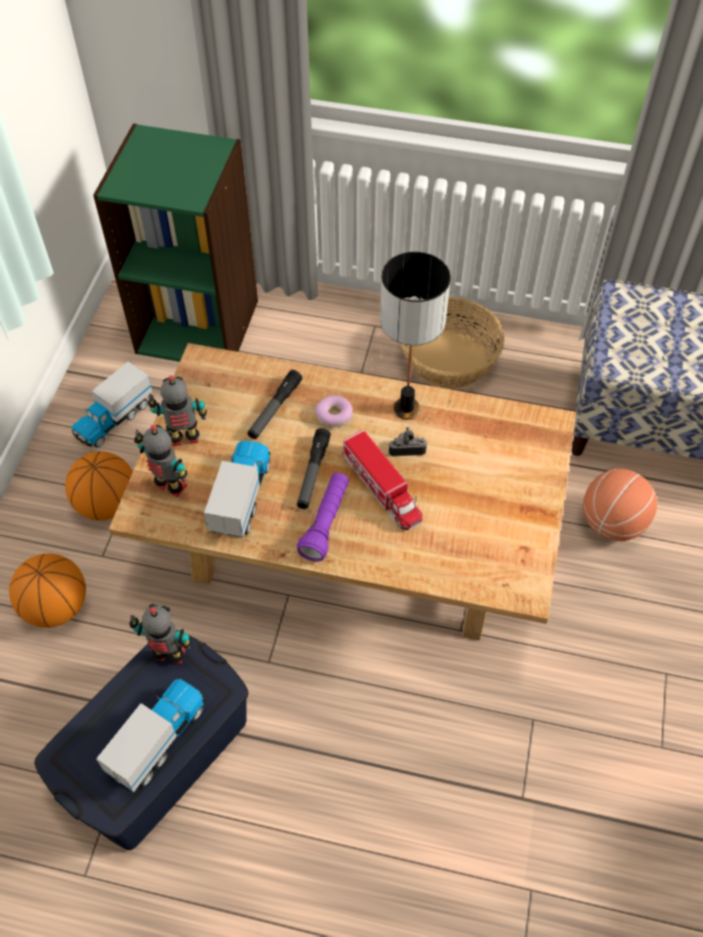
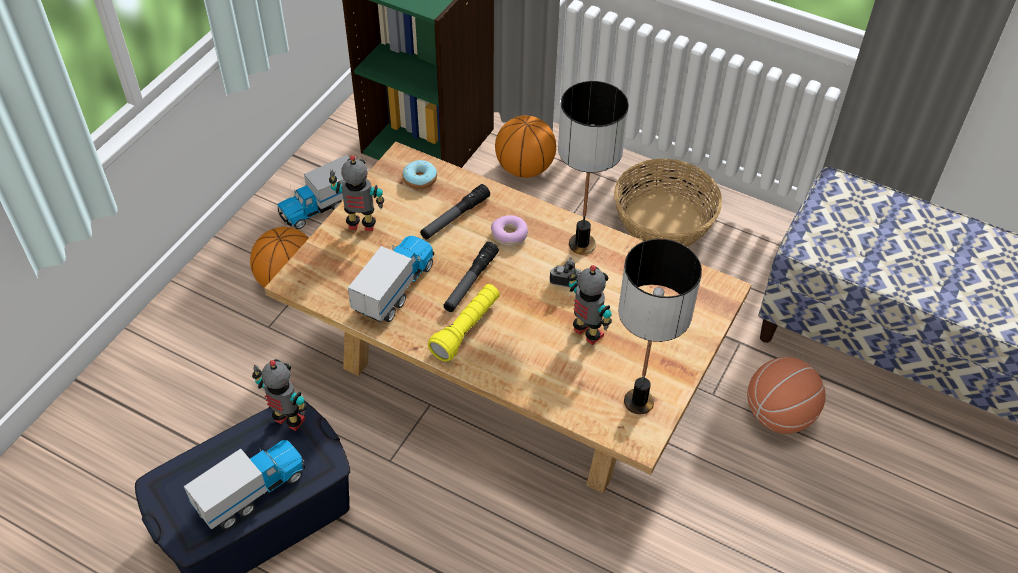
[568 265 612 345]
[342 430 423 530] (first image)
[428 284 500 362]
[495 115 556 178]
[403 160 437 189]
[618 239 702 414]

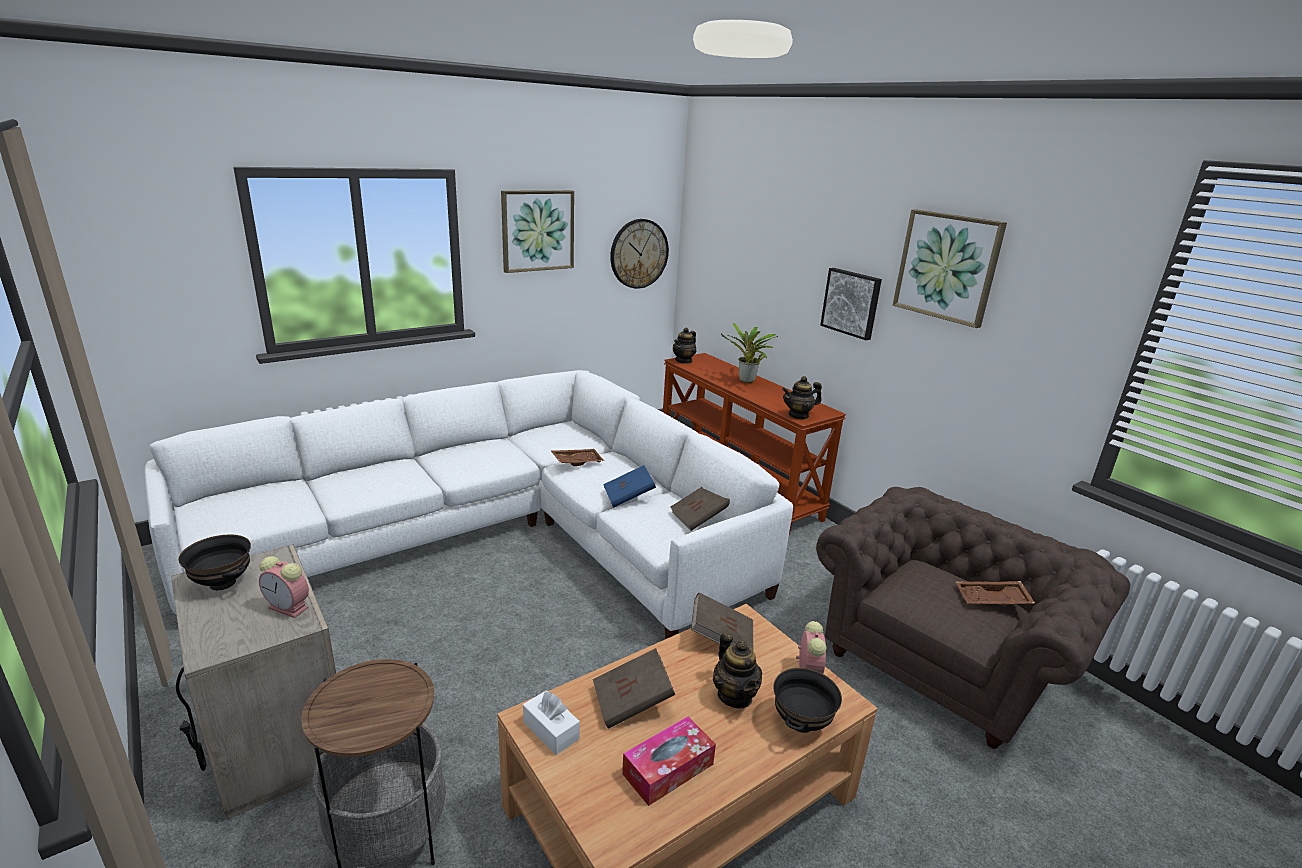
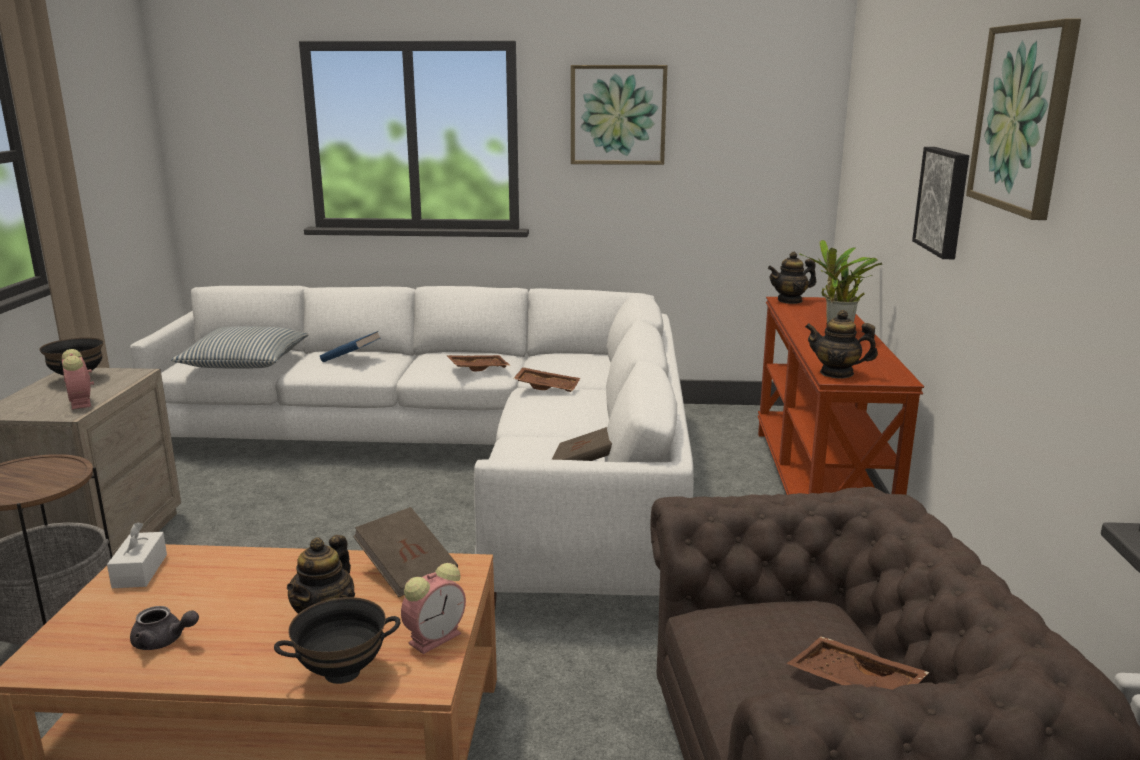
[610 219 669 289] (first image)
[320 331 380 362]
[593 648 675 729] (first image)
[130 606 199 650]
[171 326 309 369]
[446 355 510 371]

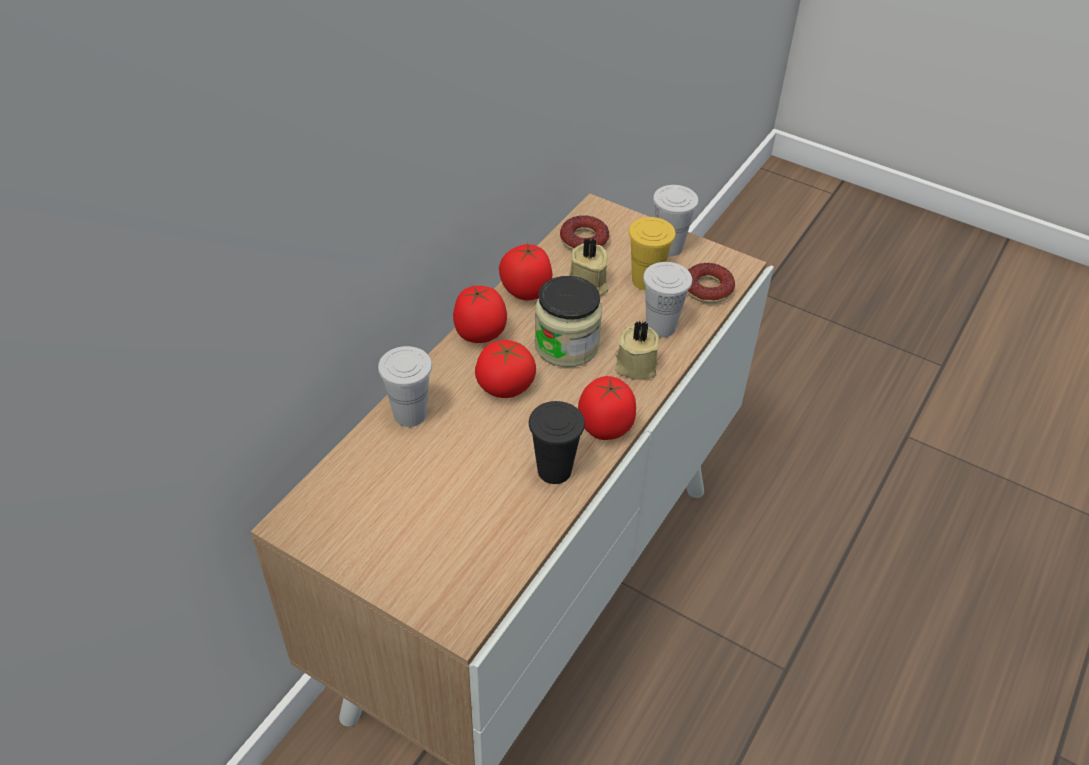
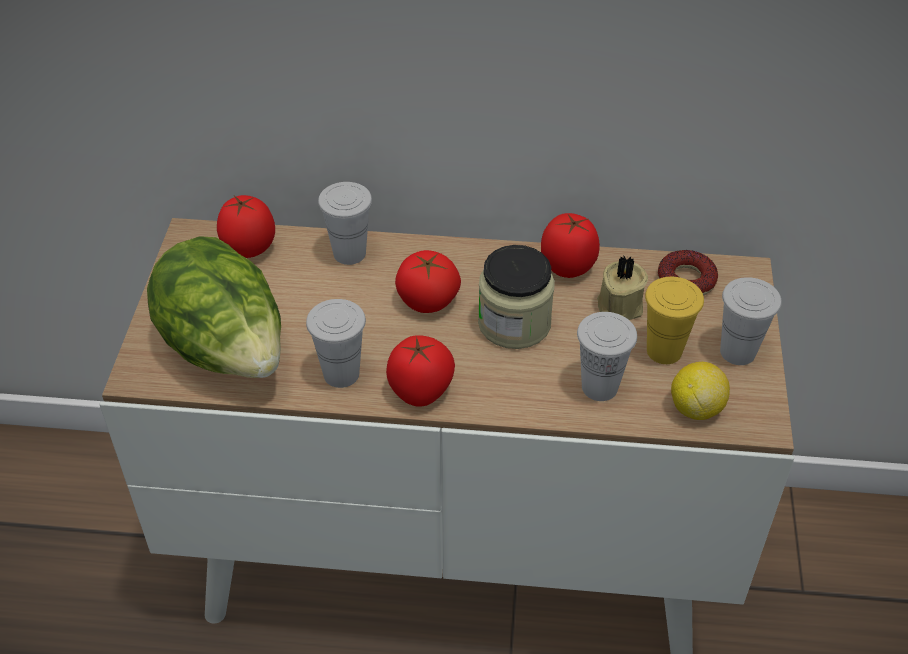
[671 362 730 420]
[217 195 275 258]
[615 320 659 380] (first image)
[306 299 366 388]
[147 236 281 378]

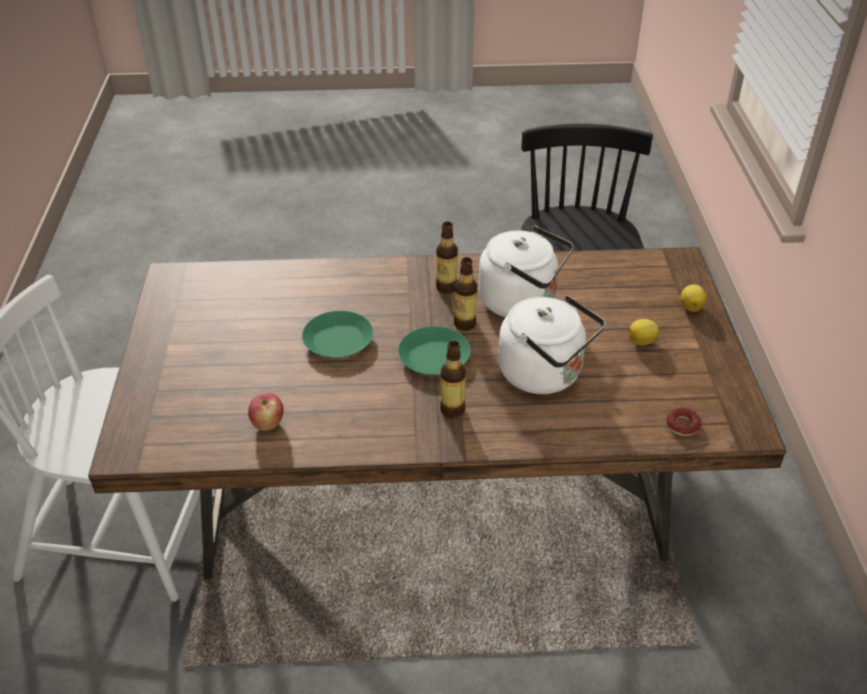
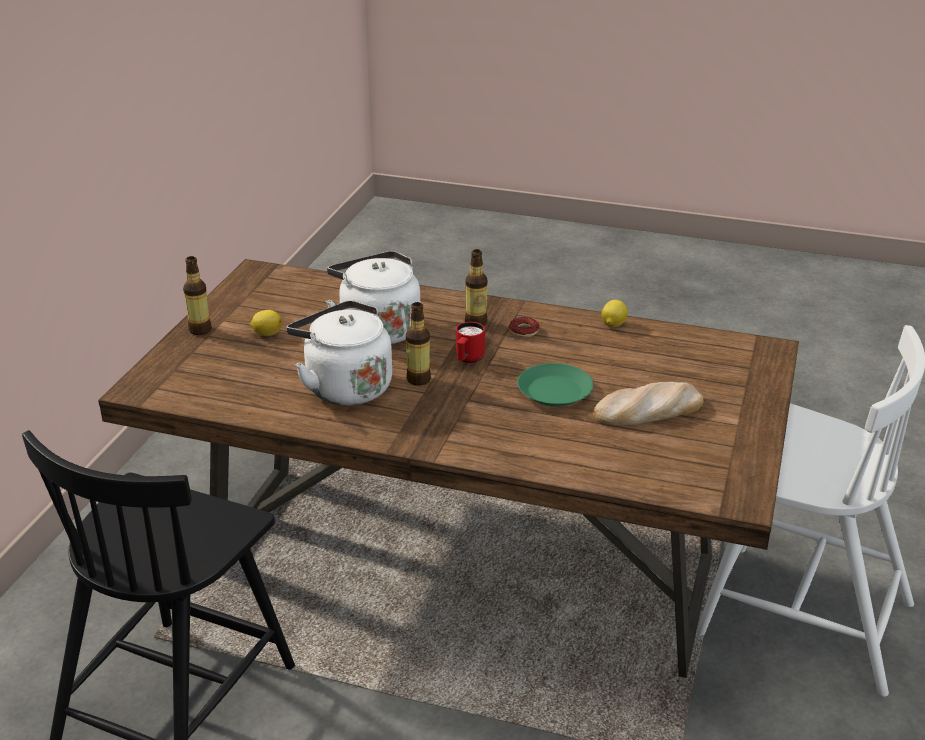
[183 256 212 335]
[601 300 628 327]
[456 322 485 363]
[248 393 284 431] (first image)
[509 317 540 337]
[594 382 704 426]

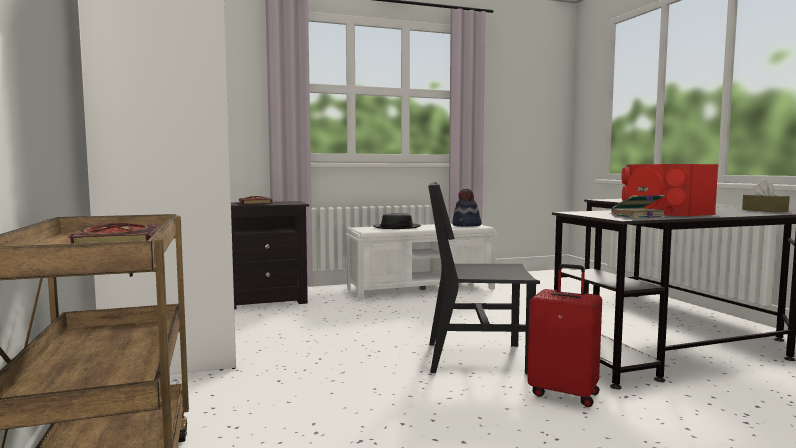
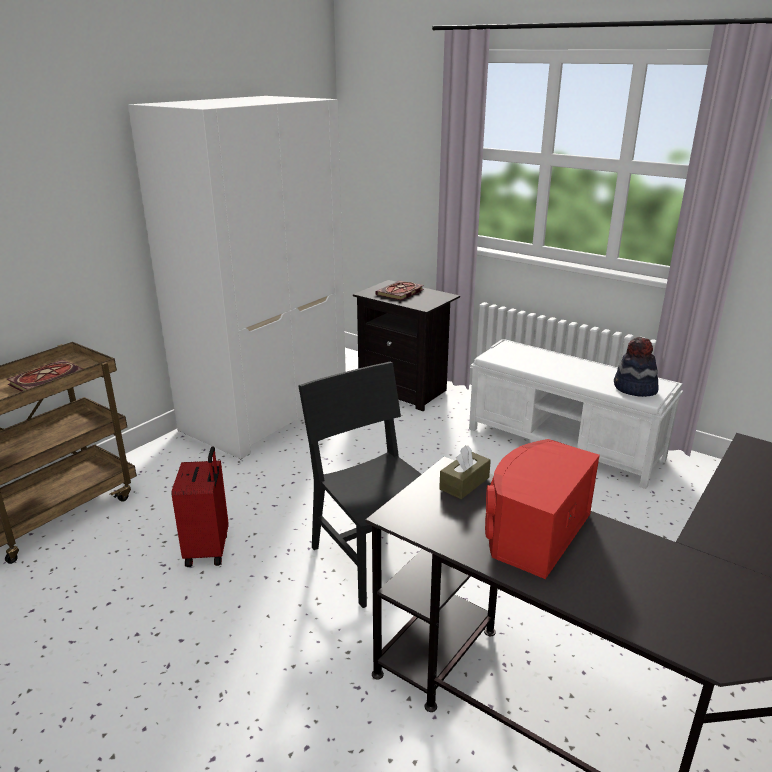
[439 445 491 499]
[609 195 666 218] (first image)
[373 213 421 229] (first image)
[172 447 229 567]

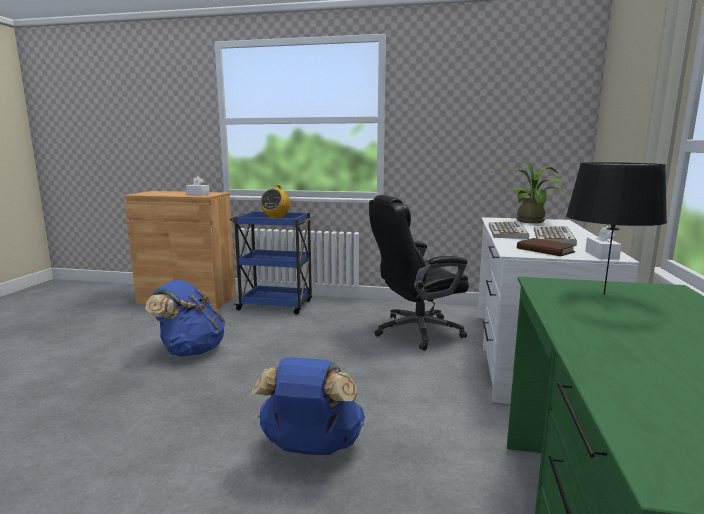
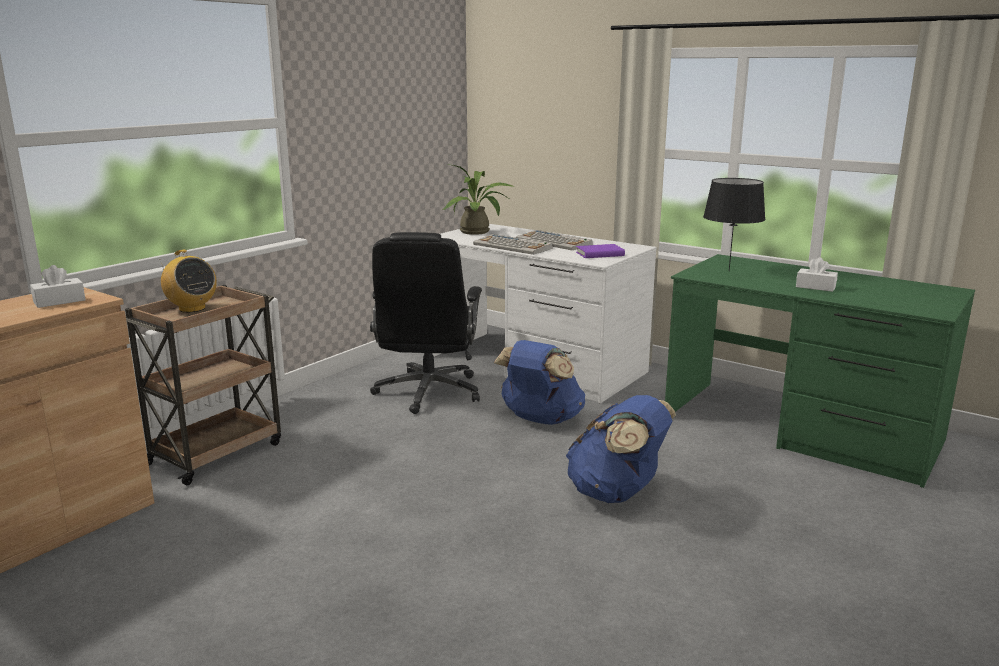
[125 285 281 485]
[796 257 838 292]
[576 244 625 258]
[494 340 585 425]

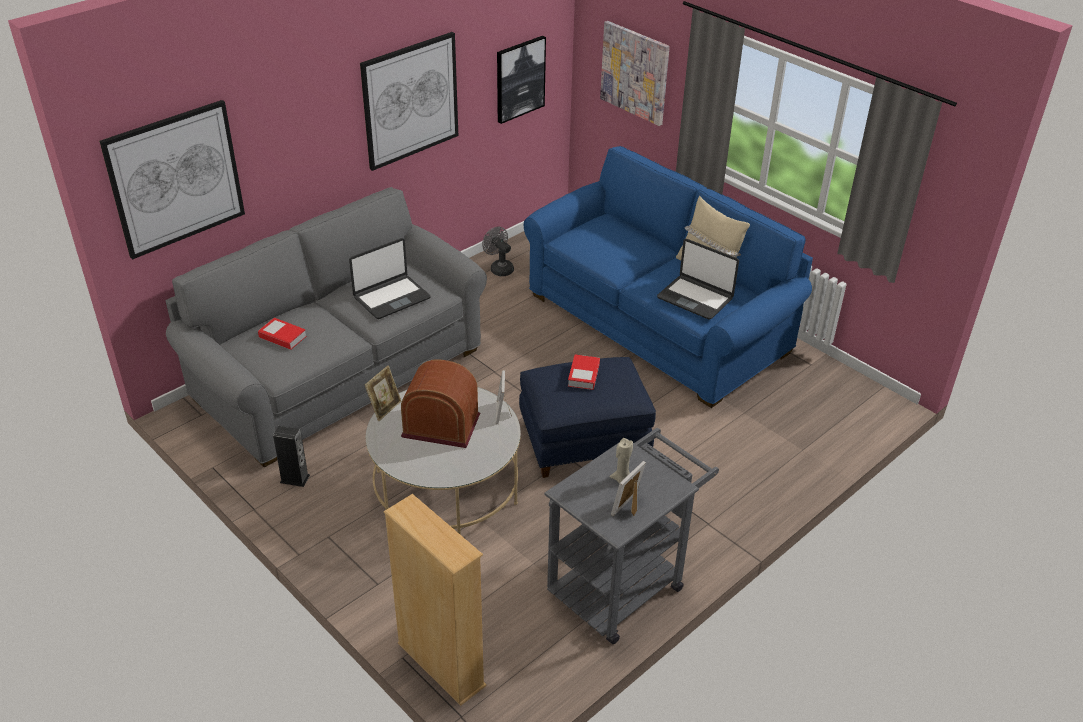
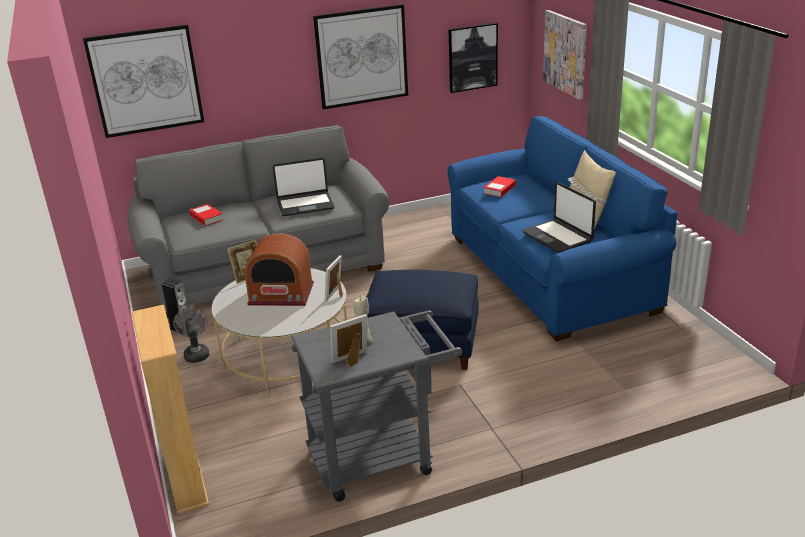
[173 307 210 363]
[483 176 516 197]
[244 234 314 306]

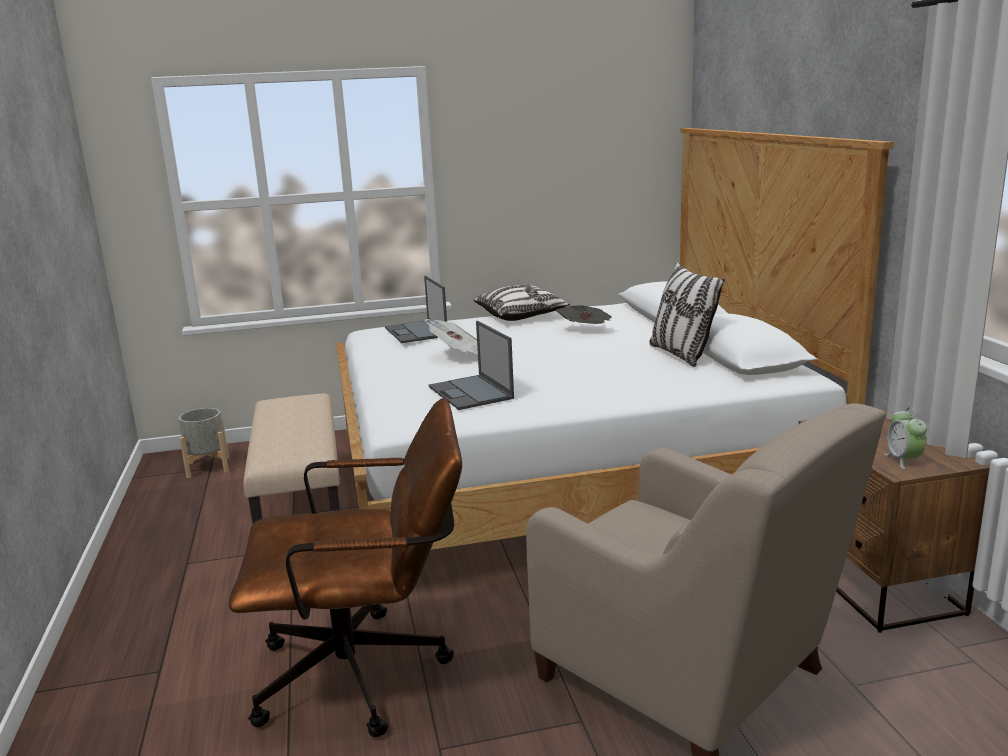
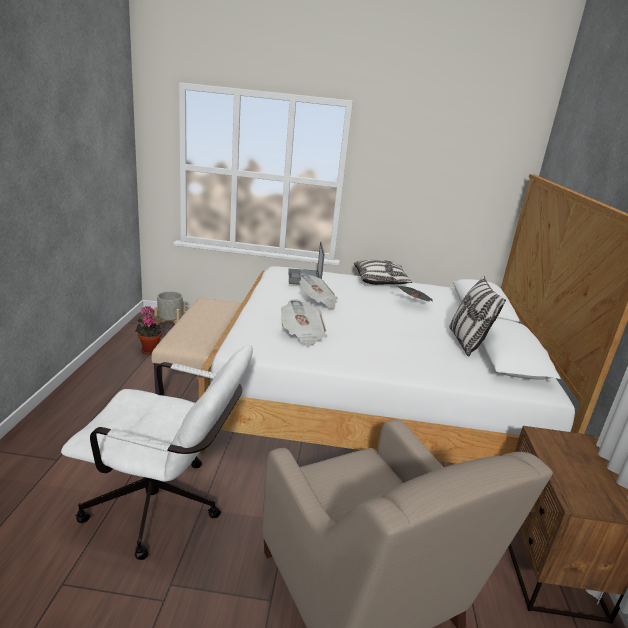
[281 299 327 347]
[61 345 253 560]
[885 407 927 469] (first image)
[135 306 162 355]

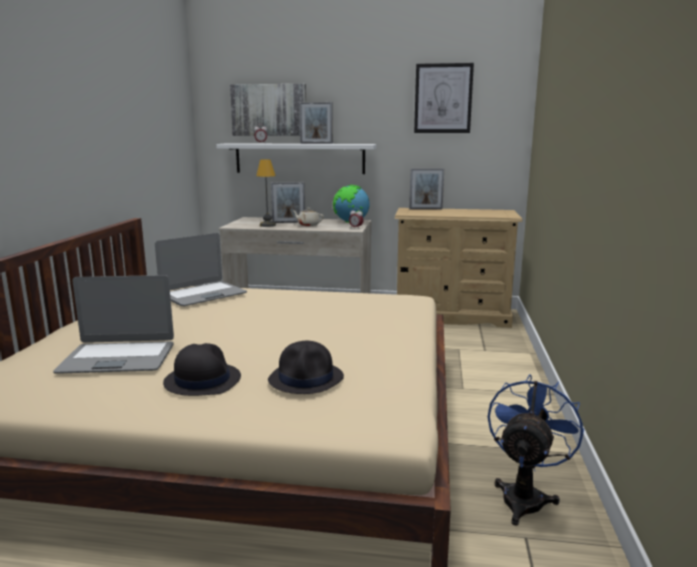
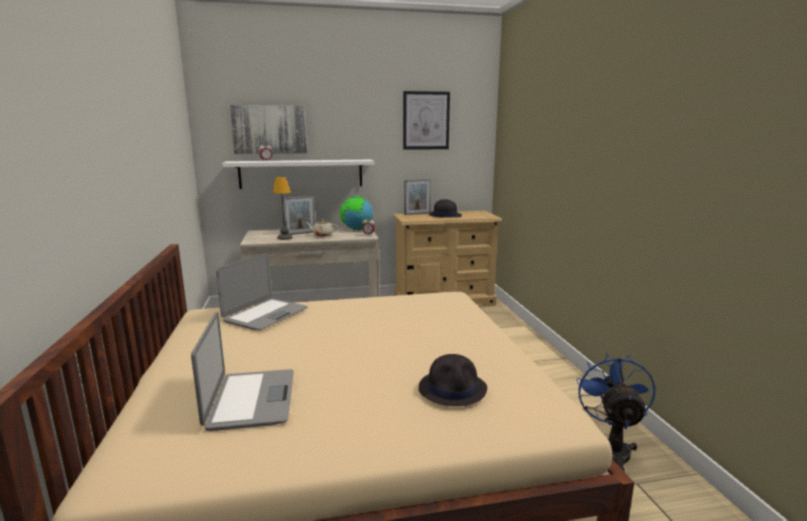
[299 102 333 144] (first image)
[191 312 294 431]
[429 199 462 218]

